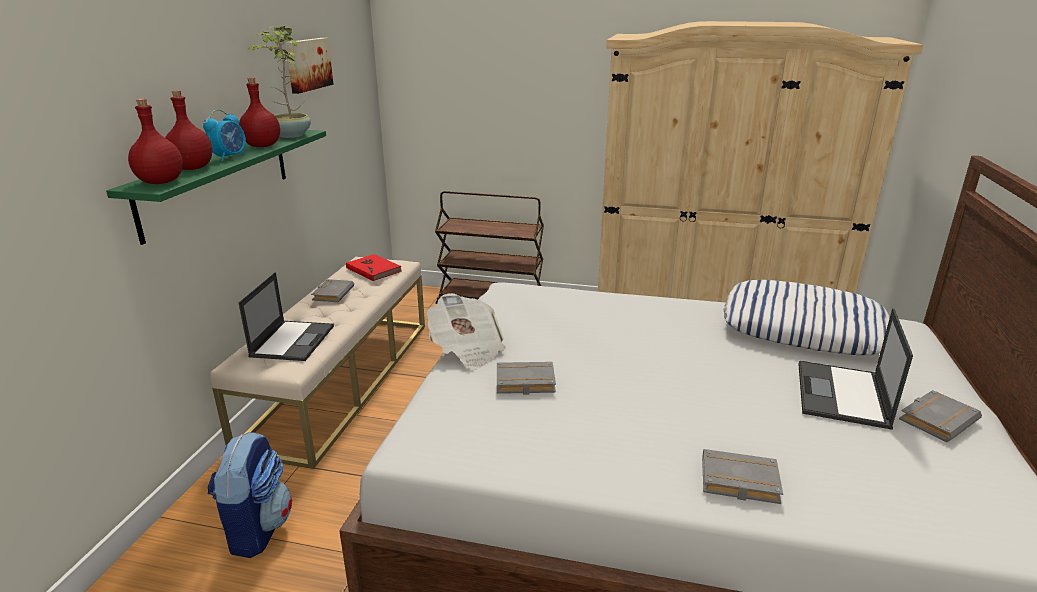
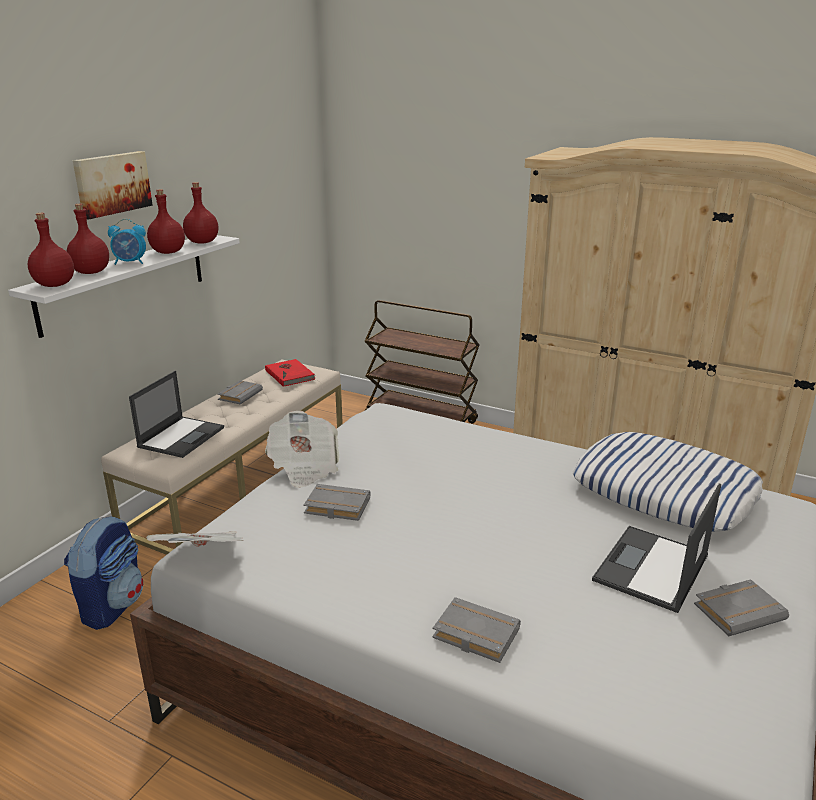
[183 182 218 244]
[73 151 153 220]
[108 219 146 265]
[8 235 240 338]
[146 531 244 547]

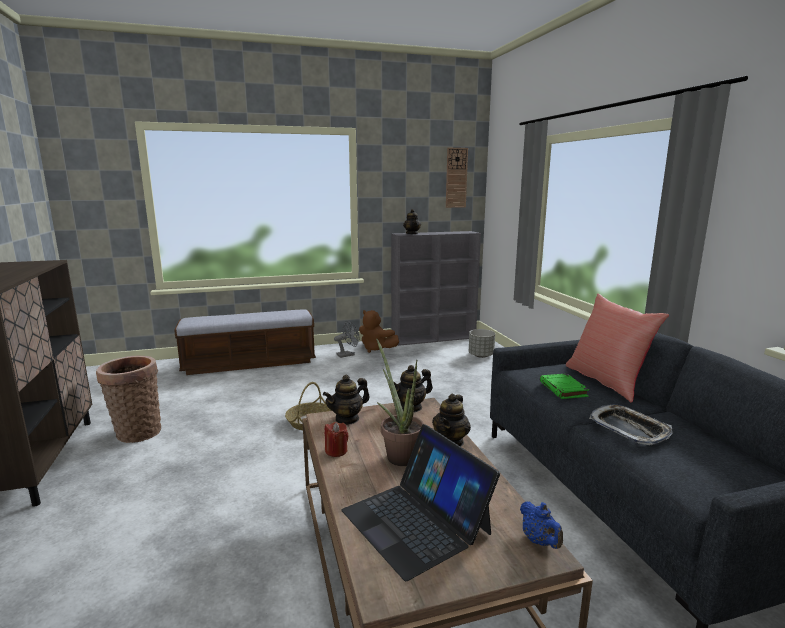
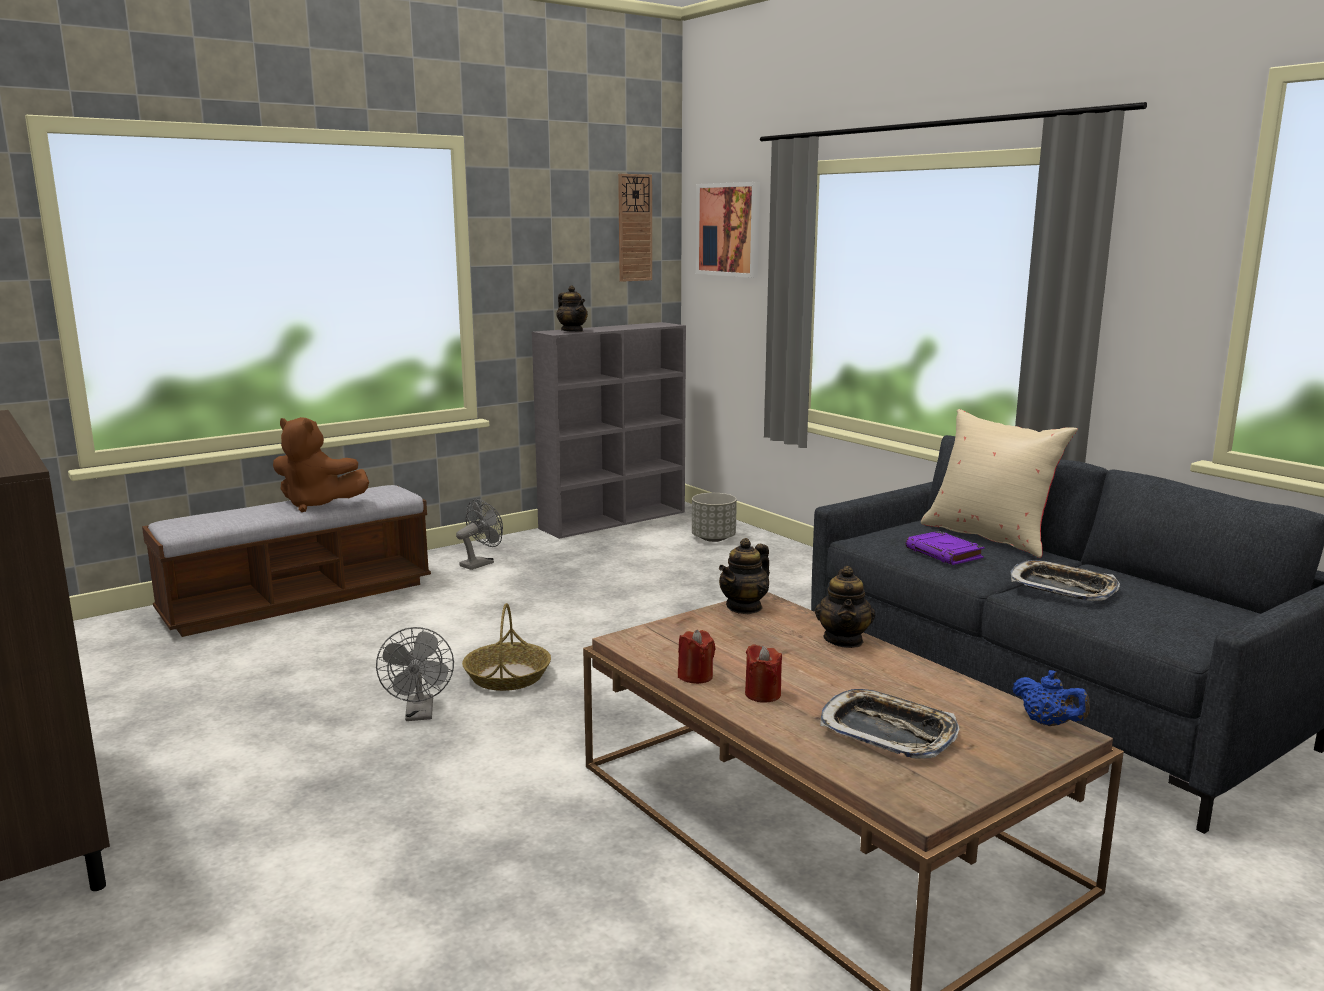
[921 409 1078 558]
[273 417 369 512]
[376 339 424 466] (first image)
[96 356 161 443] (first image)
[906 531 985 565]
[323 374 370 425] (first image)
[820 689 960 759]
[696 182 760 278]
[376 627 454 721]
[745 644 782 703]

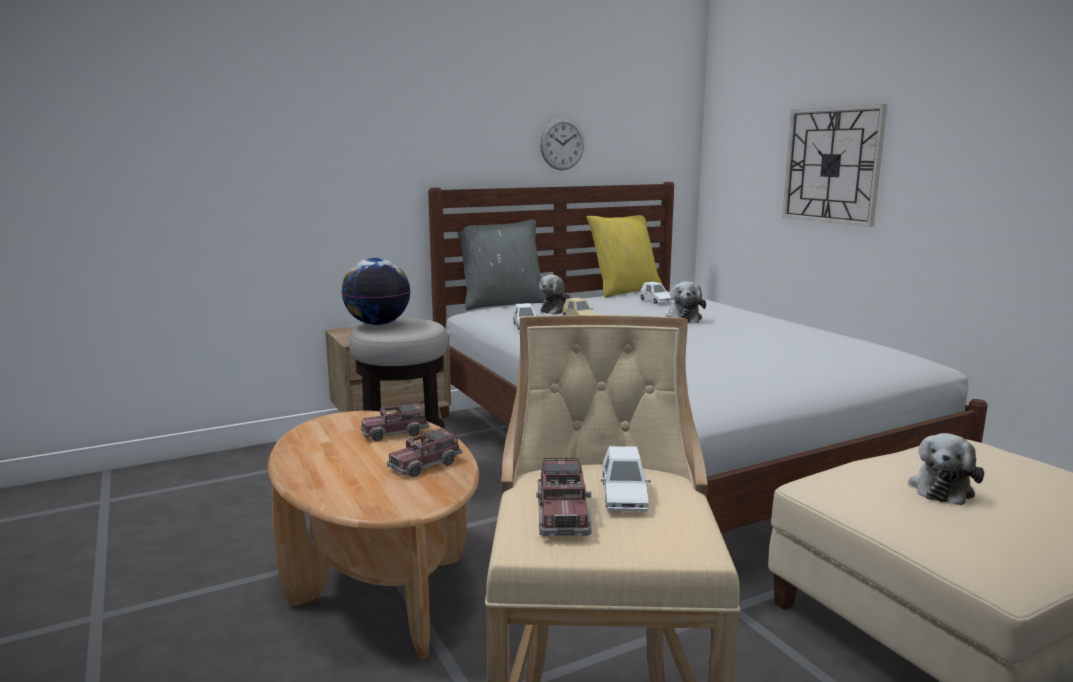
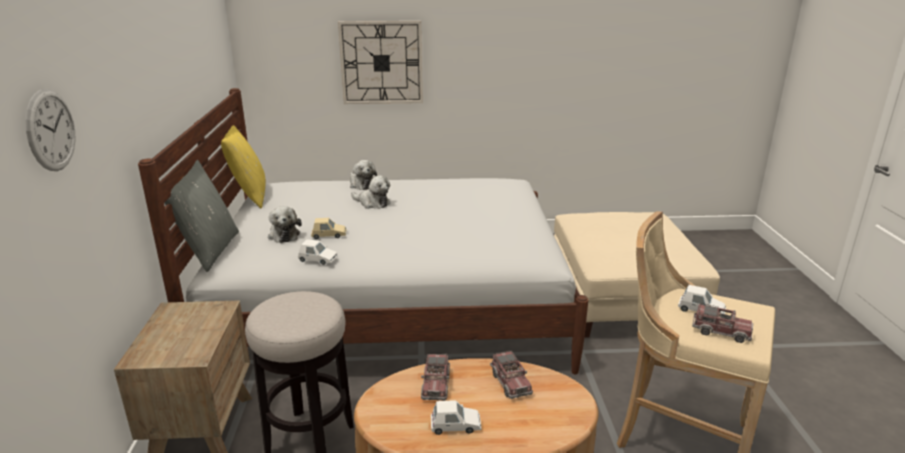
[25 89 76 171]
[342 258 411 325] (first image)
[431 400 482 435]
[350 160 377 190]

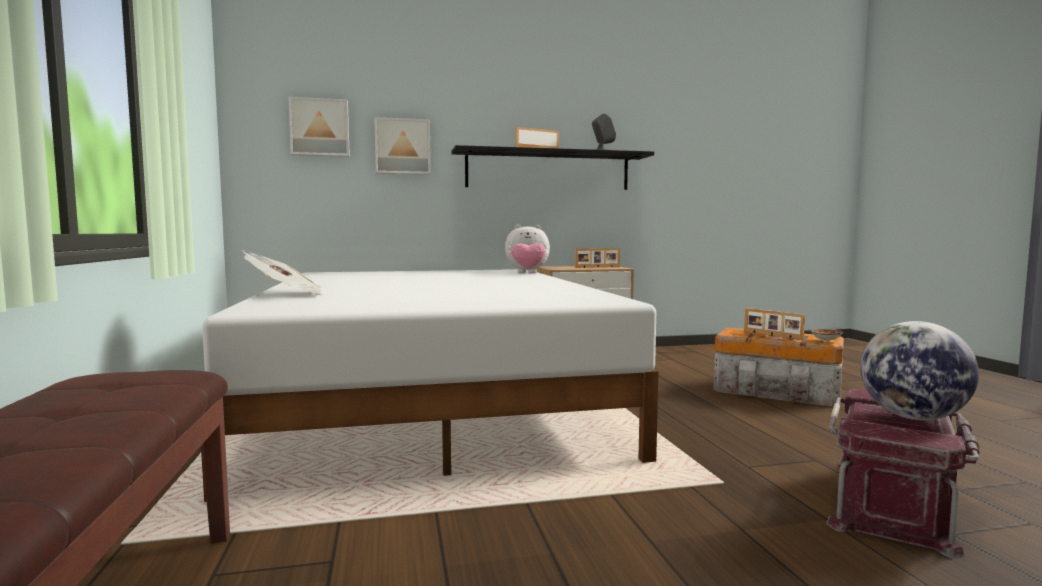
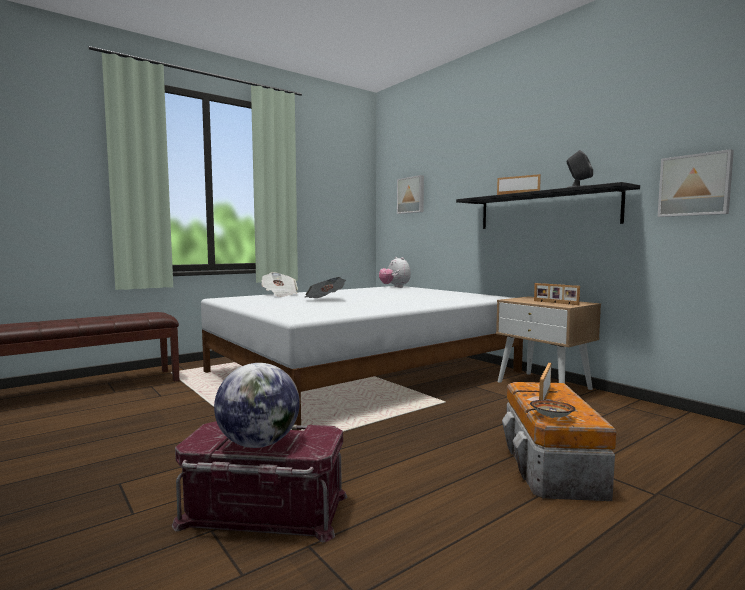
[658 149 734 217]
[379 257 411 288]
[305 277 346 298]

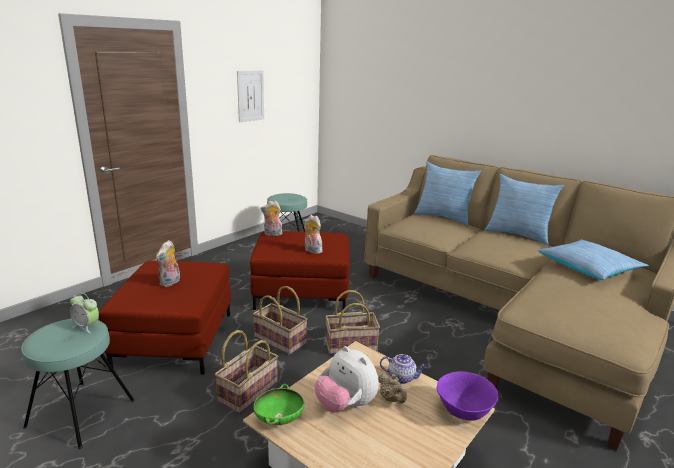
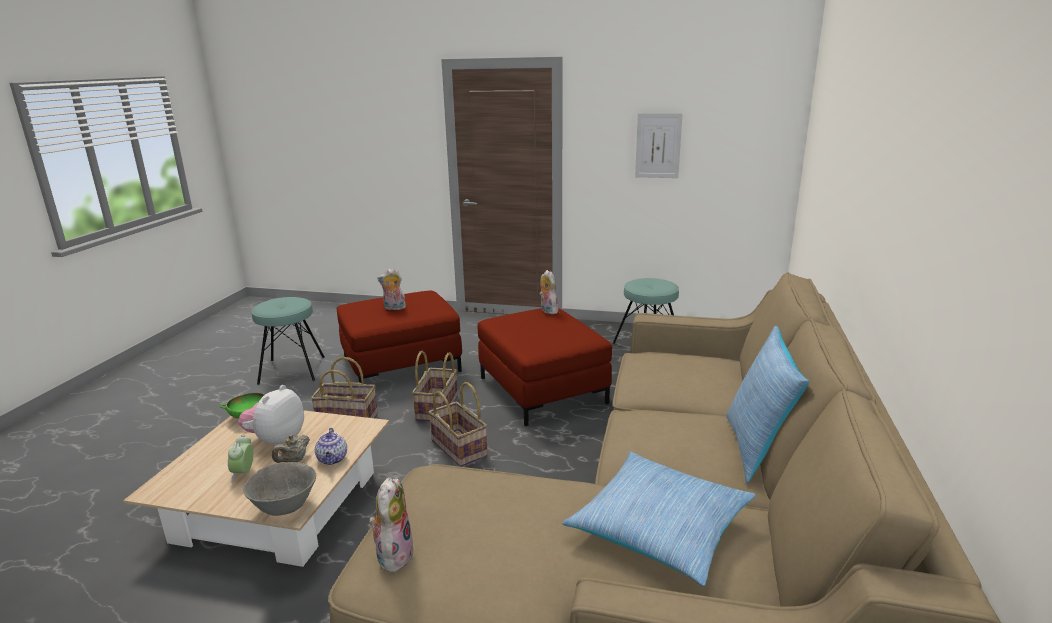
[414 162 481 226] (first image)
[369 477 414 574]
[228 435 254 482]
[243 462 316 516]

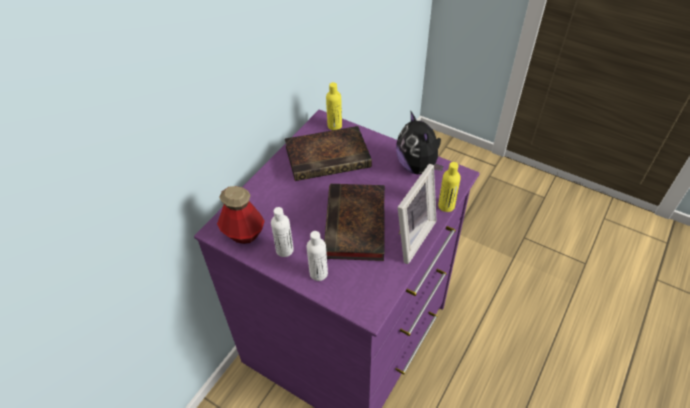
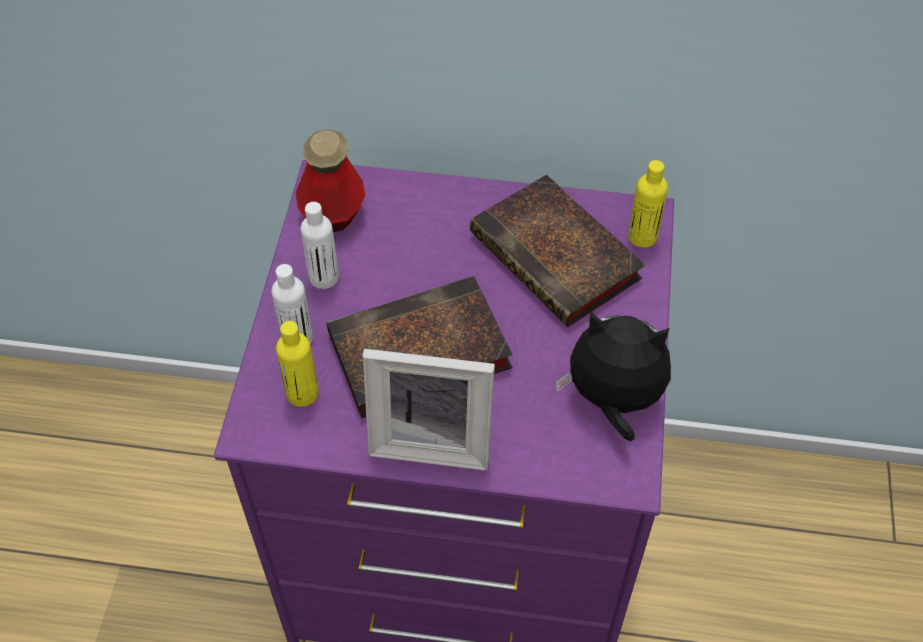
[556 312 671 442]
[276 321 319 407]

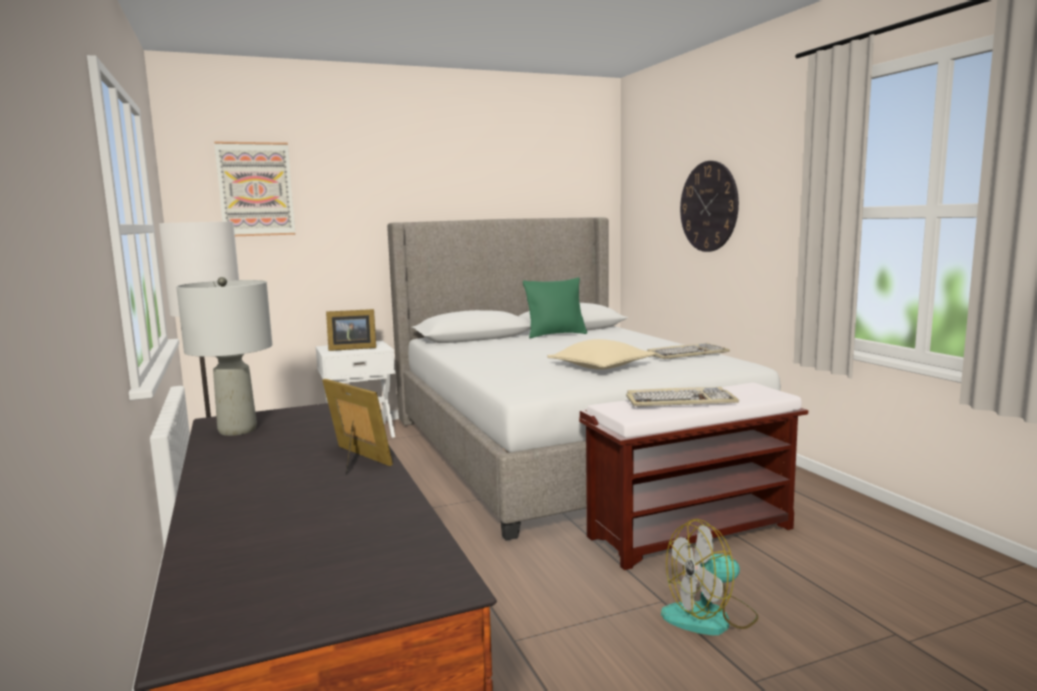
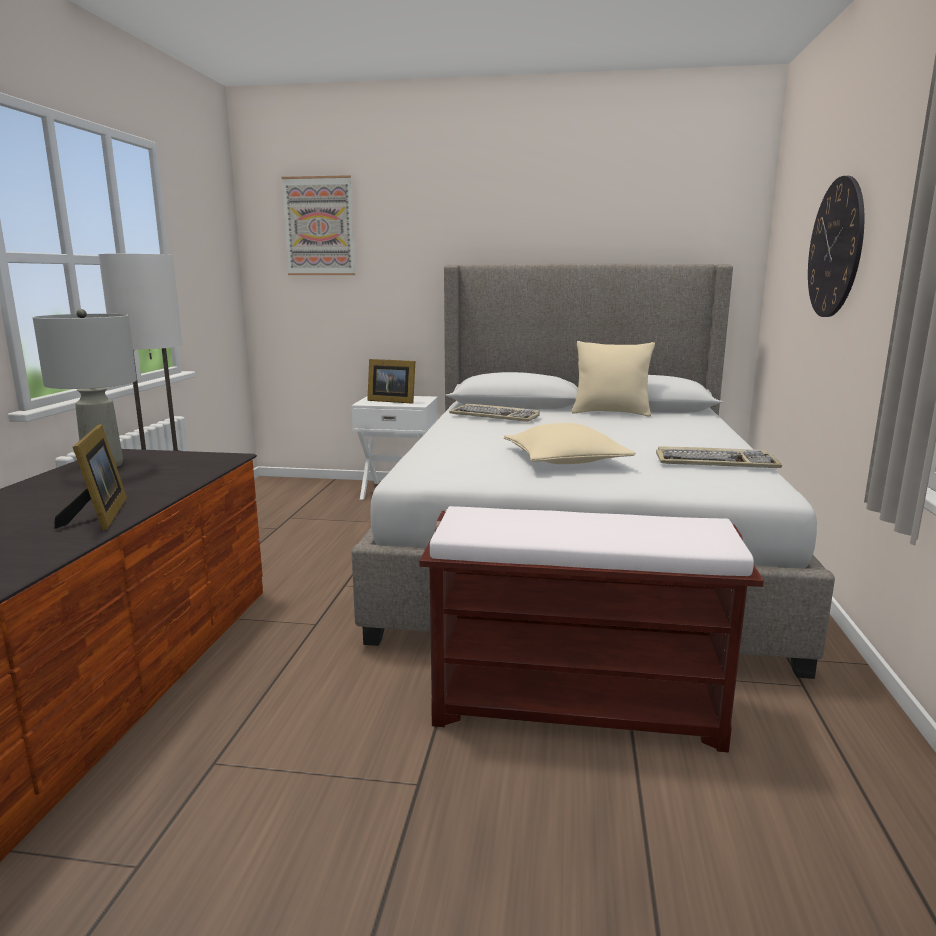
[572 341 655 417]
[449 404 540 422]
[661 519 758 635] (first image)

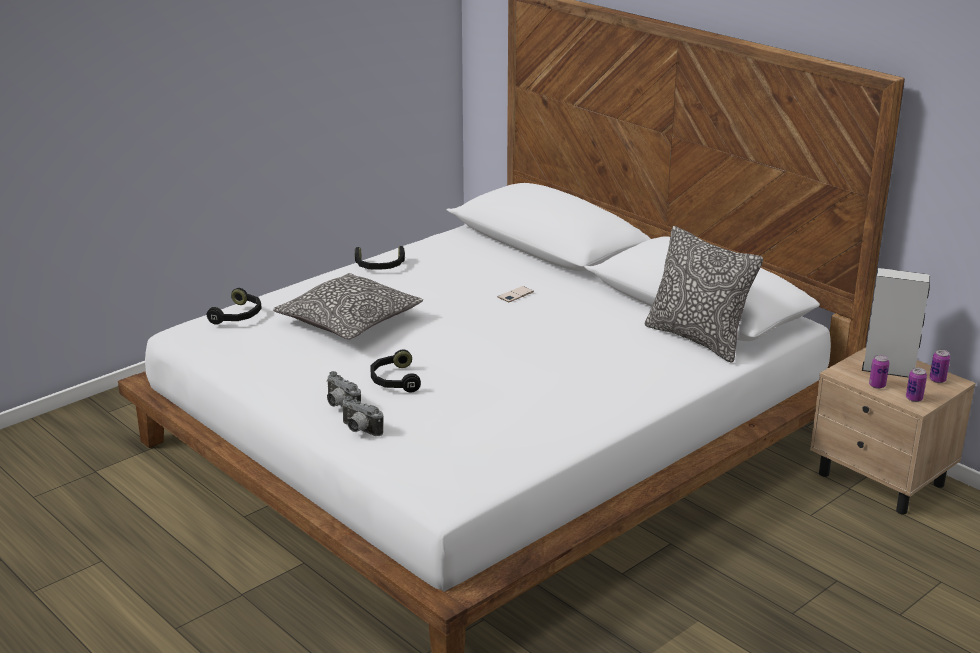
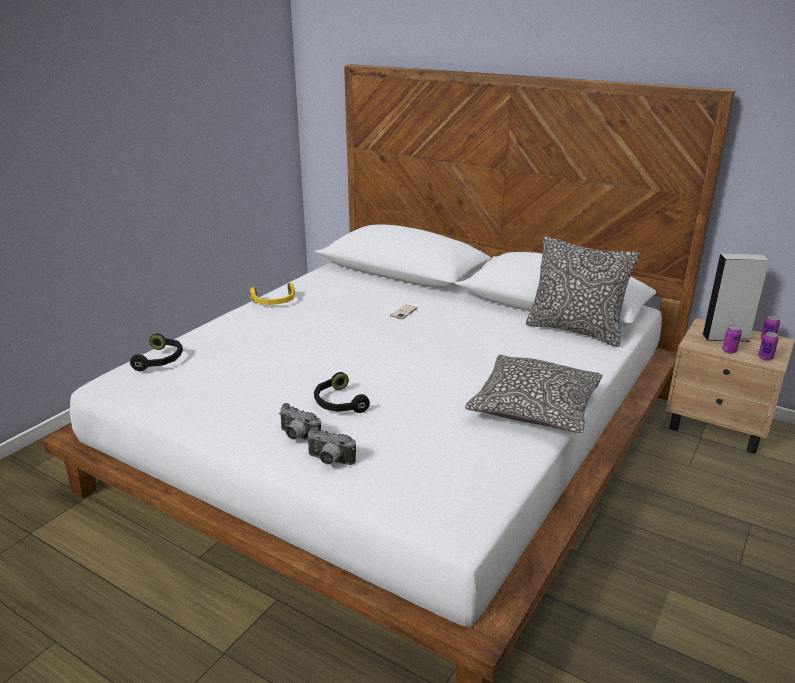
[250 283 295 305]
[465 355 603 433]

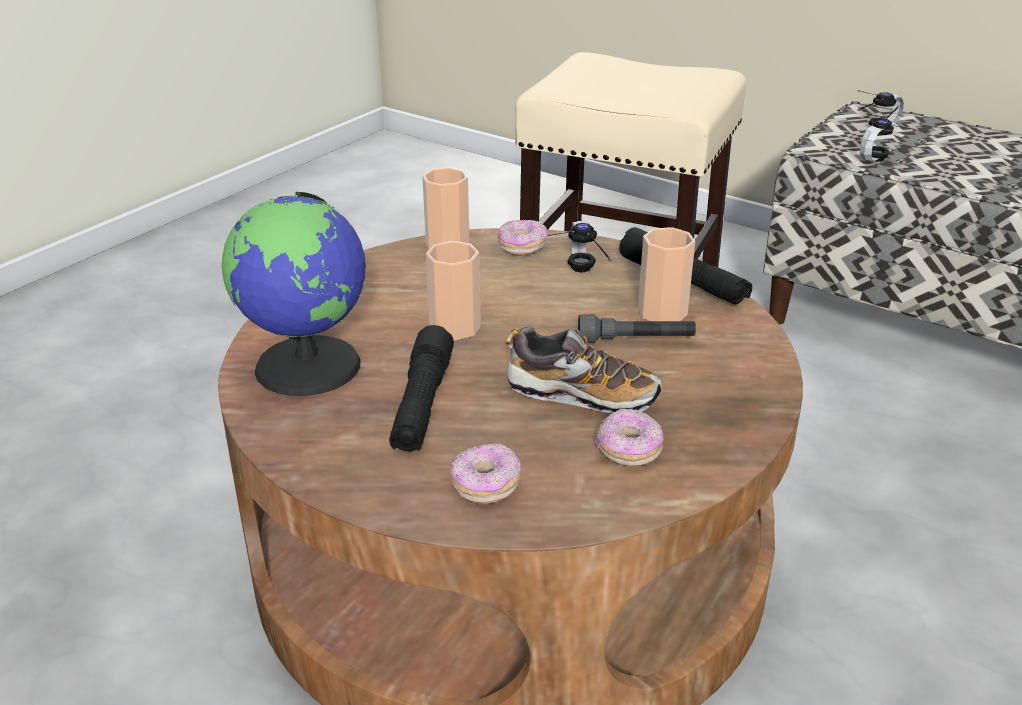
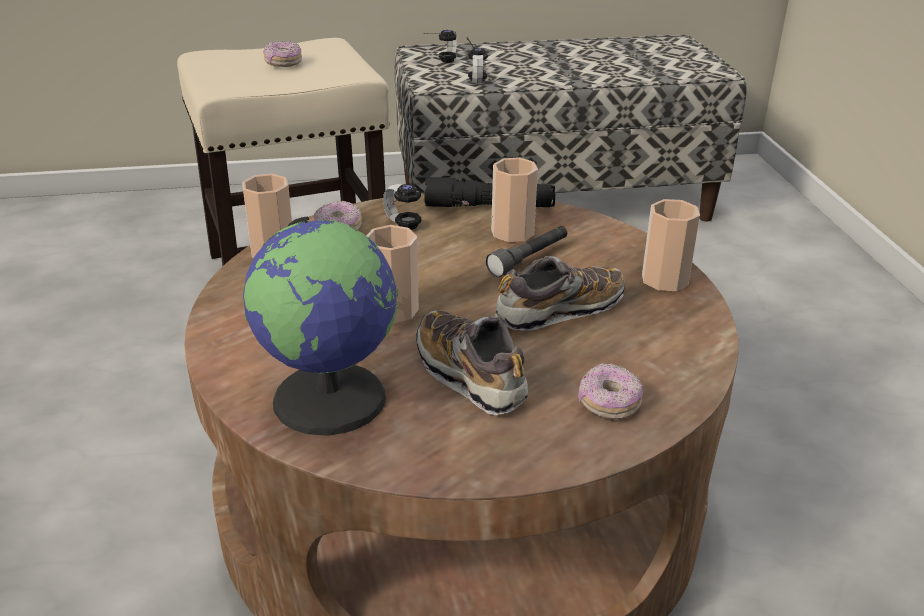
[416 310 528 415]
[263 41 302 67]
[642 199 700 291]

